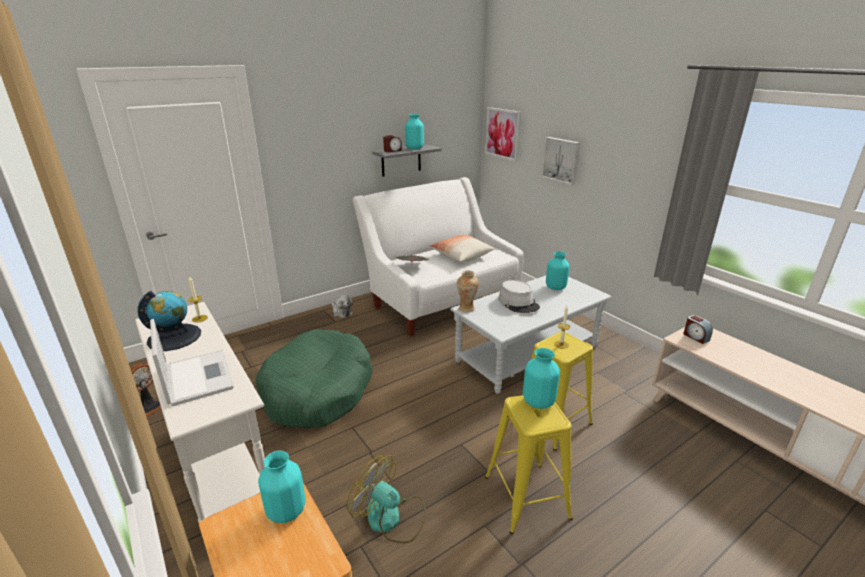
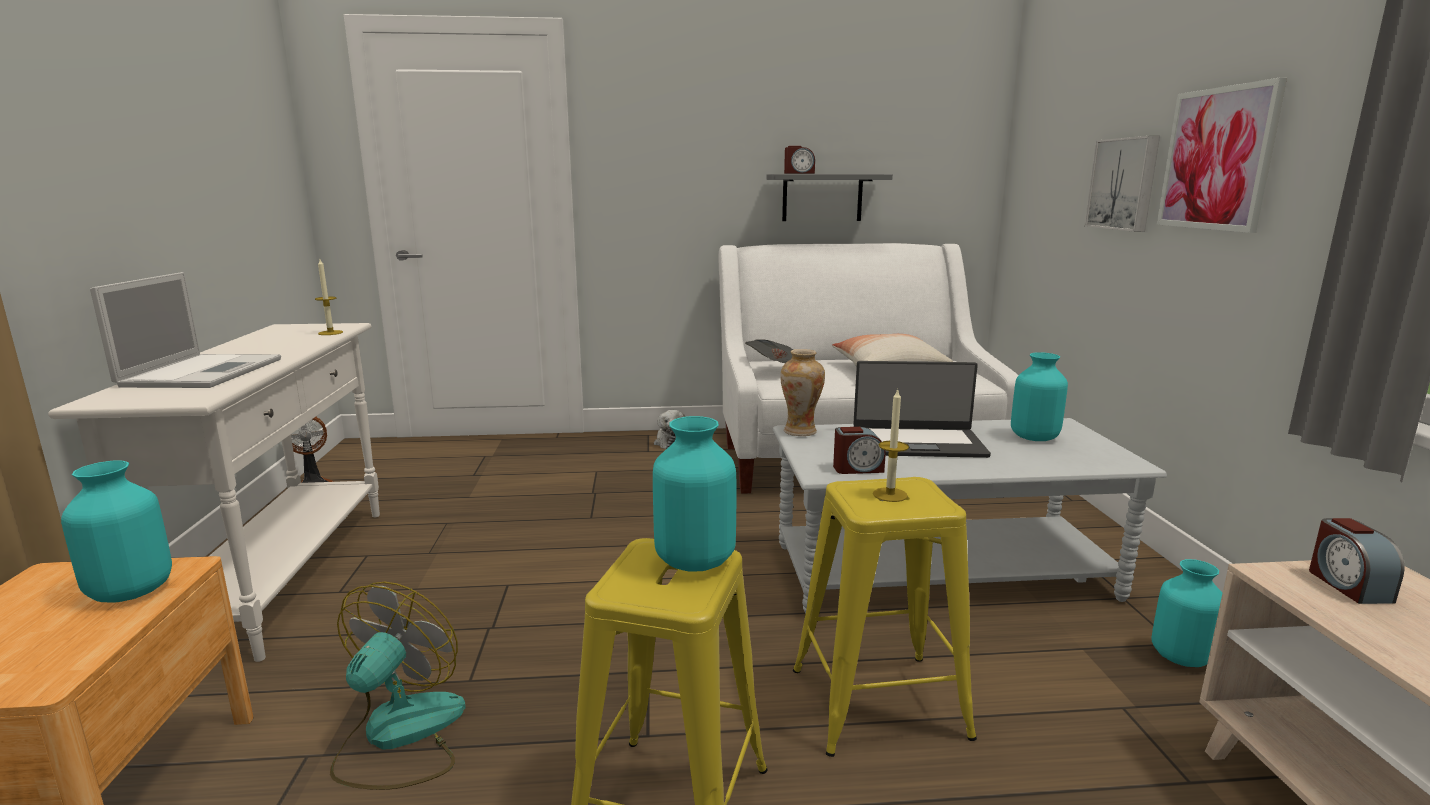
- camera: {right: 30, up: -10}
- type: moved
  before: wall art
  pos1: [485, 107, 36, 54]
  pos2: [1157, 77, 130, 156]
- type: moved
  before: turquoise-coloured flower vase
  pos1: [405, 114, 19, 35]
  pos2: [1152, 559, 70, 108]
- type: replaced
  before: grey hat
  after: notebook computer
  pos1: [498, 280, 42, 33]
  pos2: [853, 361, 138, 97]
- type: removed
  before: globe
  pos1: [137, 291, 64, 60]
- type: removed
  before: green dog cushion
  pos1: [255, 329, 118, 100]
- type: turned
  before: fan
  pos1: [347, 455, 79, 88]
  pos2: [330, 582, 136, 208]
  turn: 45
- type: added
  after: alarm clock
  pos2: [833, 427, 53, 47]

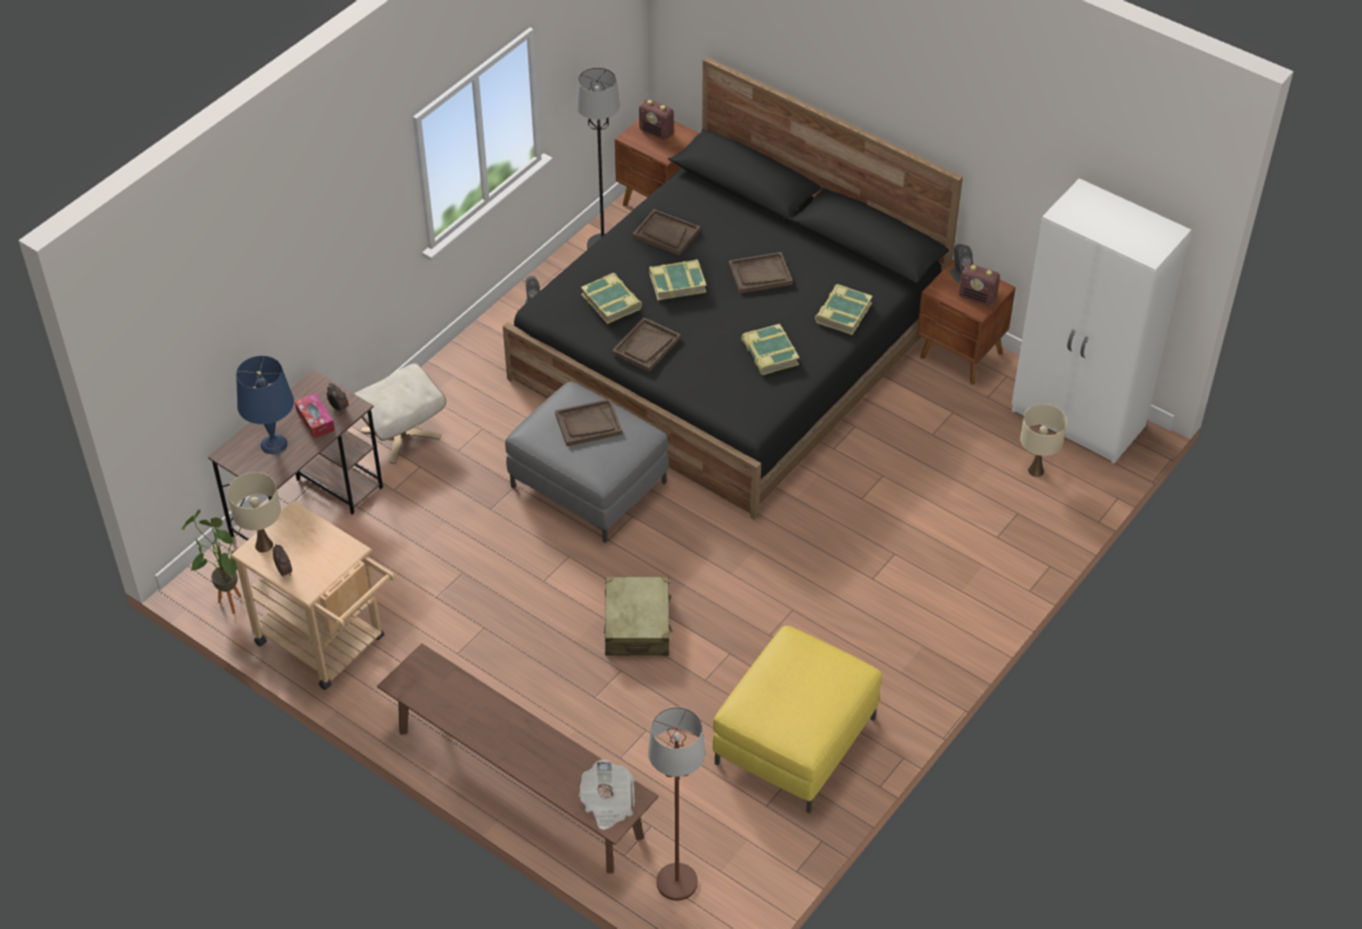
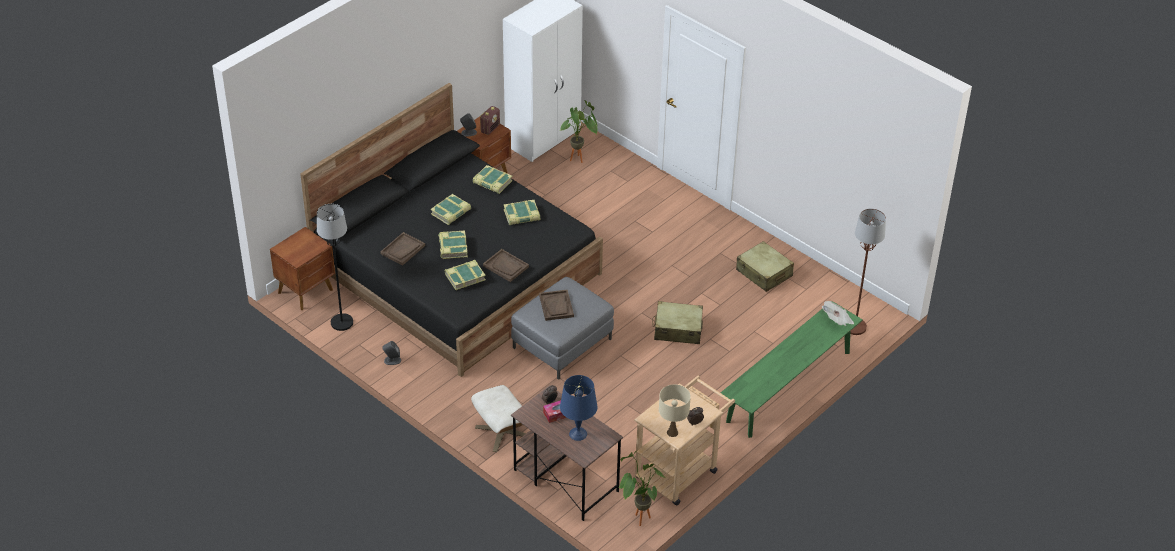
- camera: {right: -85, up: -5}
- type: removed
  before: radio receiver
  pos1: [639, 99, 35, 41]
- type: replaced
  before: brown-coloured serving tray
  after: book
  pos1: [729, 252, 64, 42]
  pos2: [430, 194, 41, 31]
- type: replaced
  before: beige lamp for a table
  after: plant in a pot
  pos1: [1020, 404, 47, 73]
  pos2: [560, 100, 38, 63]
- type: replaced
  before: yellowish pouffe
  after: beige travel case
  pos1: [713, 625, 169, 189]
  pos2: [736, 241, 58, 51]
- type: recoloured
  before: brown-coloured bench
  after: green bench
  pos1: [377, 643, 282, 230]
  pos2: [721, 301, 142, 137]

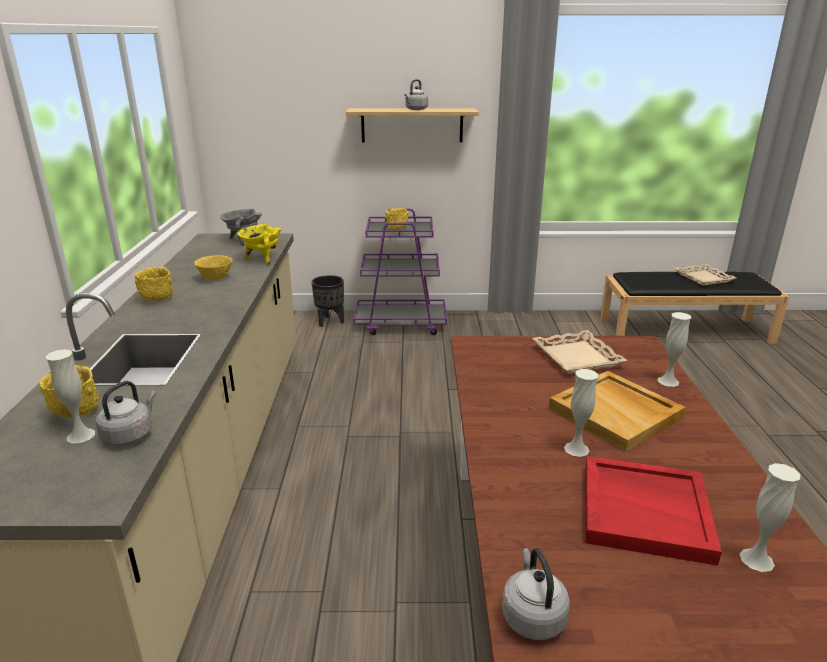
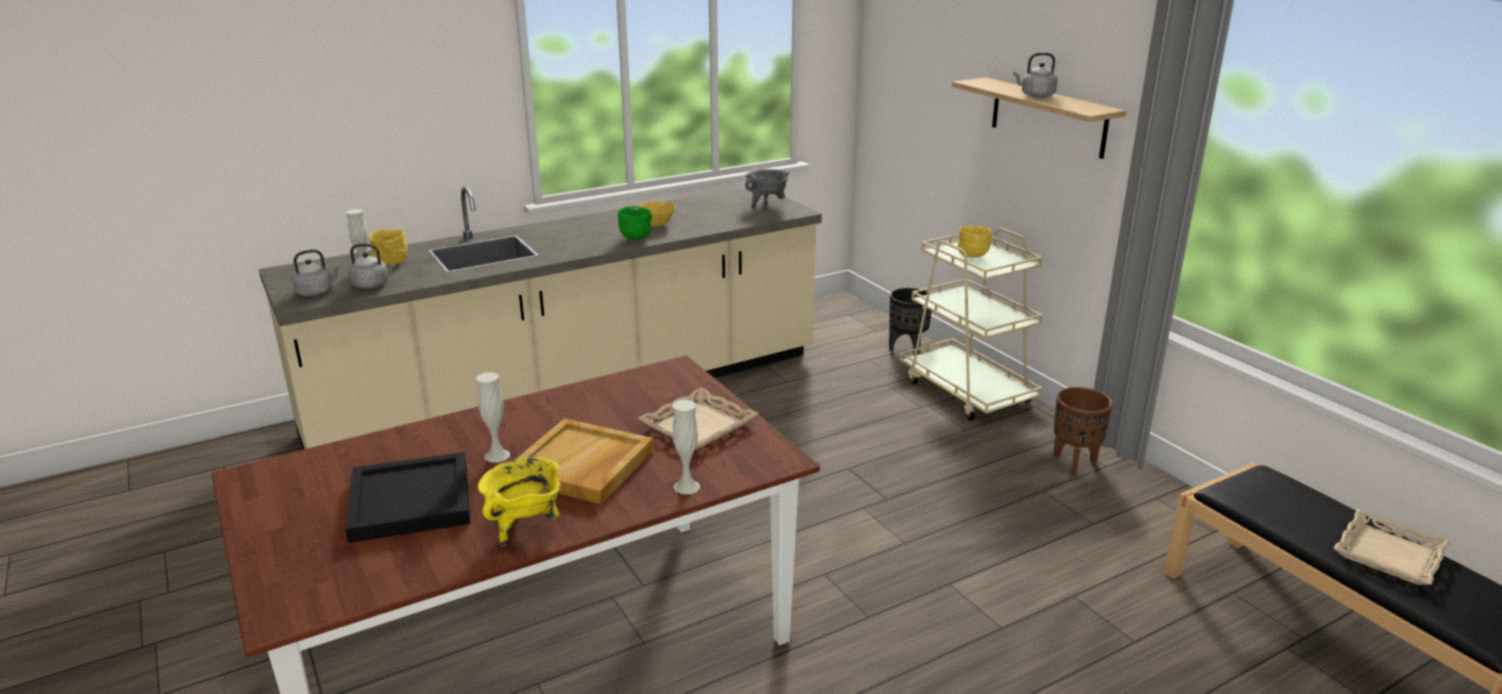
- camera: {right: 60, up: 0}
- type: recoloured
  before: purplish cart
  after: beige cart
  pos1: [354, 209, 93, 126]
  pos2: [900, 228, 143, 193]
- type: moved
  before: yellowish stockpot
  pos1: [237, 224, 45, 41]
  pos2: [478, 458, 83, 88]
- type: removed
  before: yellowish serving bowl
  pos1: [135, 266, 38, 35]
- type: recoloured
  before: red serving tray
  after: black serving tray
  pos1: [585, 456, 137, 110]
  pos2: [345, 452, 126, 91]
- type: removed
  before: white-coloured flower vase
  pos1: [739, 463, 61, 109]
- type: moved
  before: grey kettle
  pos1: [502, 548, 68, 92]
  pos2: [292, 249, 49, 47]
- type: added
  after: green serving bowl
  pos2: [618, 206, 34, 34]
- type: added
  after: brown-coloured planter
  pos2: [1053, 387, 60, 89]

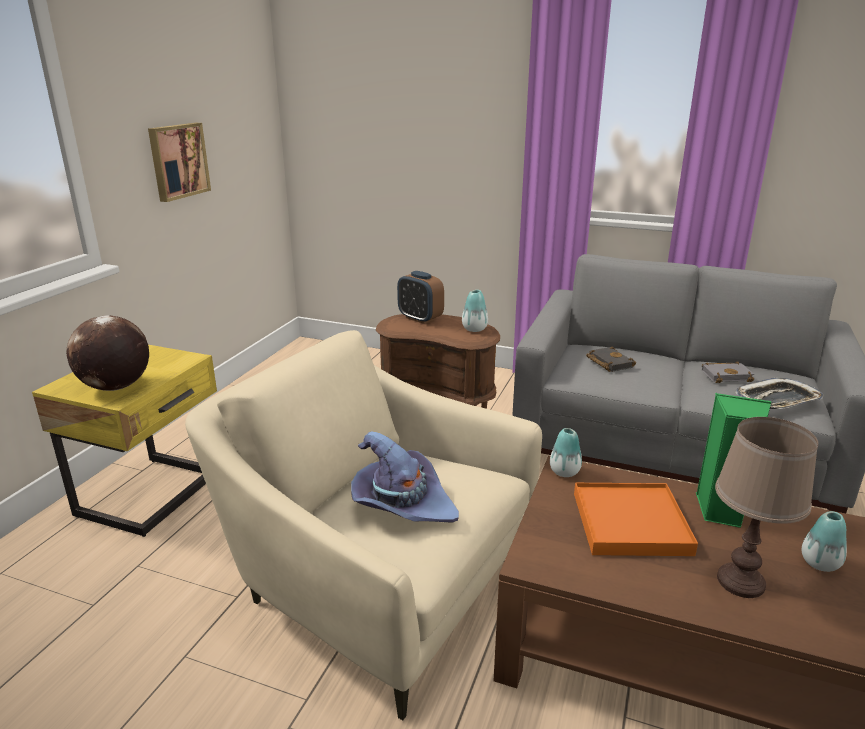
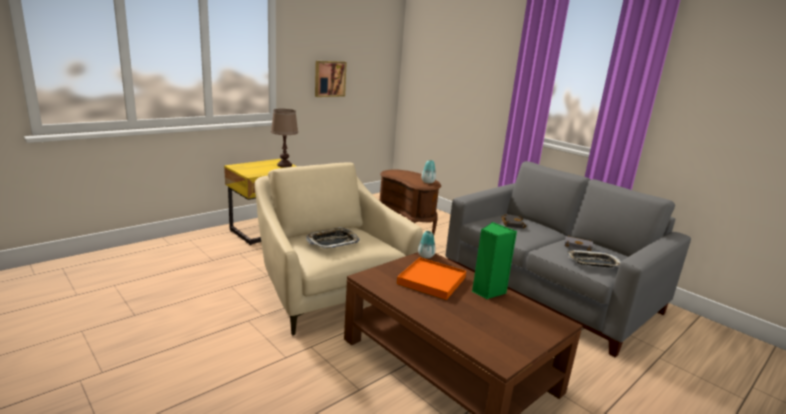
- camera: {right: 25, up: -5}
- type: removed
  before: alarm clock
  pos1: [397, 271, 47, 53]
- type: removed
  before: globe
  pos1: [66, 315, 83, 76]
- type: moved
  before: brown-coloured lamp for a table
  pos1: [715, 417, 103, 181]
  pos2: [271, 109, 27, 58]
- type: replaced
  before: purplish hat
  after: serving tray
  pos1: [351, 432, 108, 91]
  pos2: [306, 227, 54, 22]
- type: removed
  before: flower vase
  pos1: [802, 511, 45, 61]

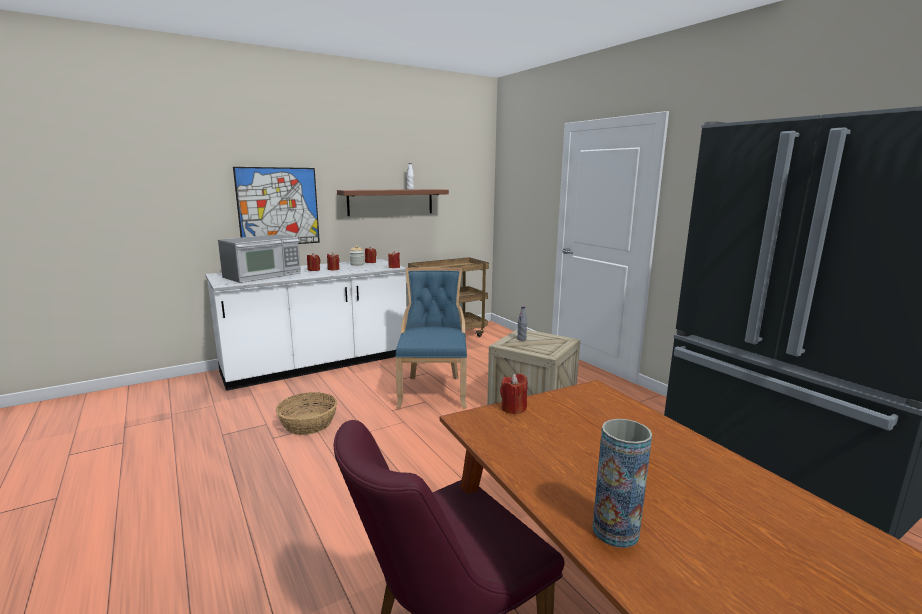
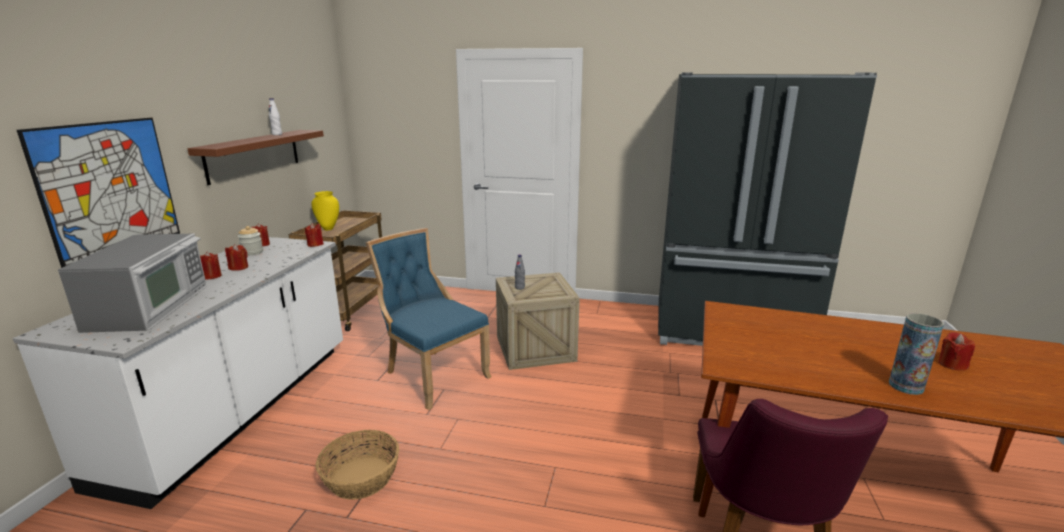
- camera: {right: -45, up: 5}
- type: moved
  before: red wax candle
  pos1: [500, 373, 27, 41]
  pos2: [939, 332, 36, 39]
- type: added
  after: yellowish flower vase
  pos2: [312, 191, 27, 40]

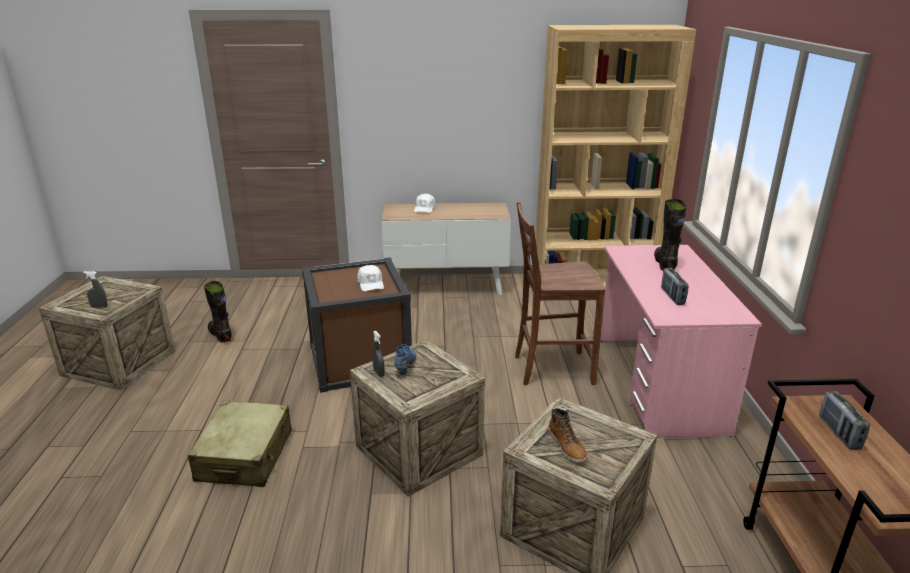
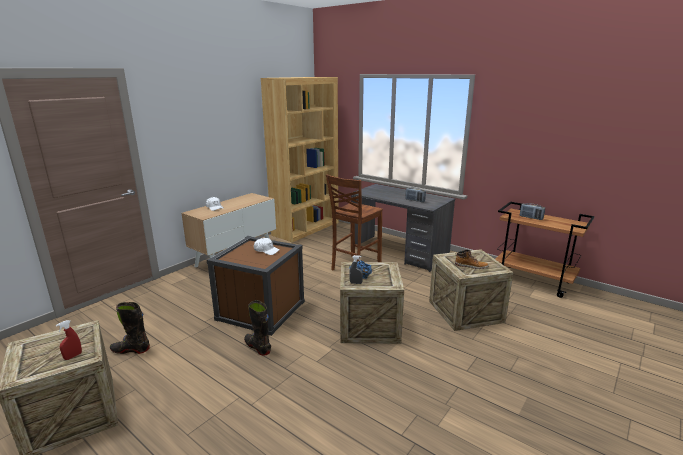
- camera: {right: -50, up: -5}
- type: moved
  before: black tall boot
  pos1: [654, 199, 32, 72]
  pos2: [244, 300, 27, 56]
- type: recoloured
  before: pink-coloured desk
  after: grey desk
  pos1: [600, 245, 162, 193]
  pos2: [351, 184, 104, 88]
- type: recoloured
  before: grey spray bottle
  after: red spray bottle
  pos1: [83, 271, 25, 37]
  pos2: [56, 320, 26, 40]
- type: removed
  before: beige travel case
  pos1: [188, 401, 104, 86]

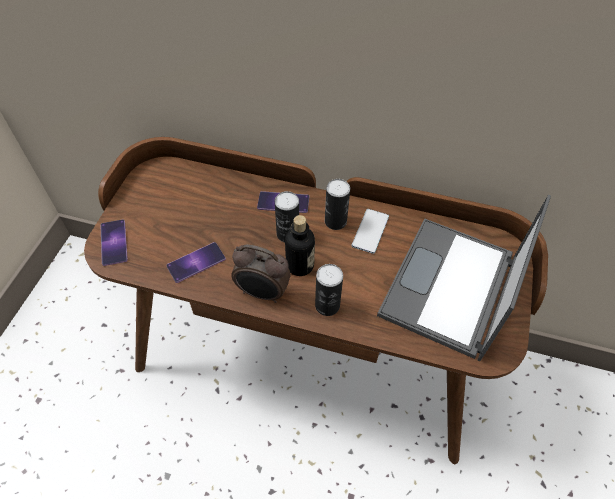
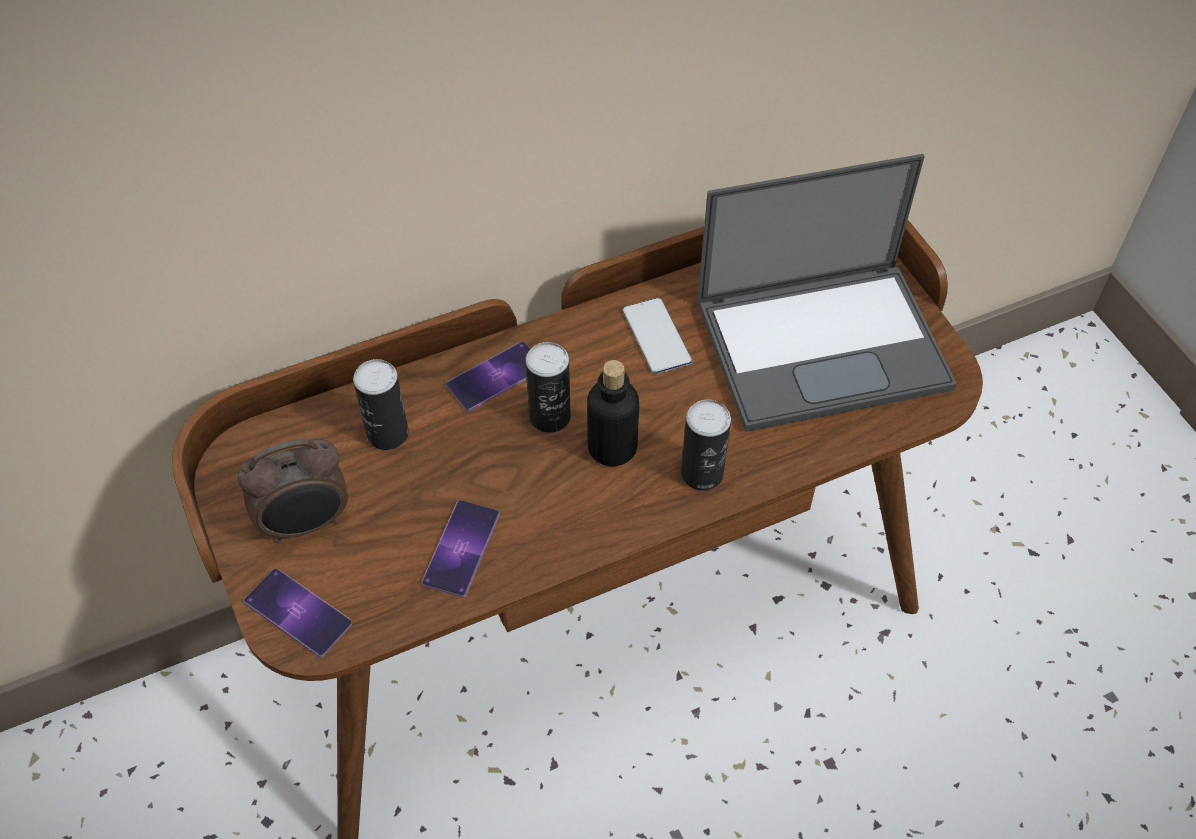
- camera: {right: -40, up: 0}
- type: moved
  before: sealed can
  pos1: [325, 179, 25, 51]
  pos2: [353, 359, 56, 91]
- type: turned
  before: notebook computer
  pos1: [377, 195, 174, 166]
  pos2: [697, 154, 260, 278]
  turn: -90
- type: moved
  before: alarm clock
  pos1: [231, 244, 60, 59]
  pos2: [238, 438, 110, 105]

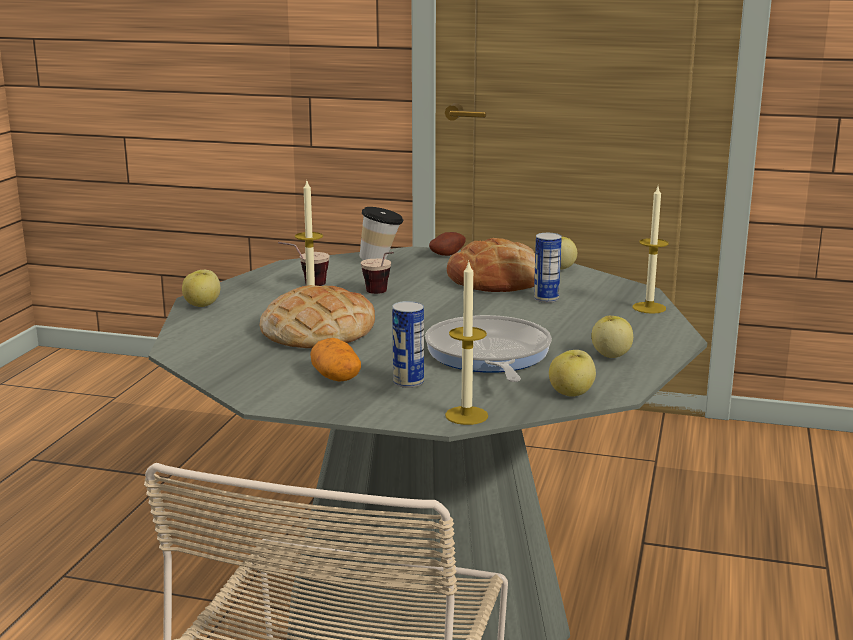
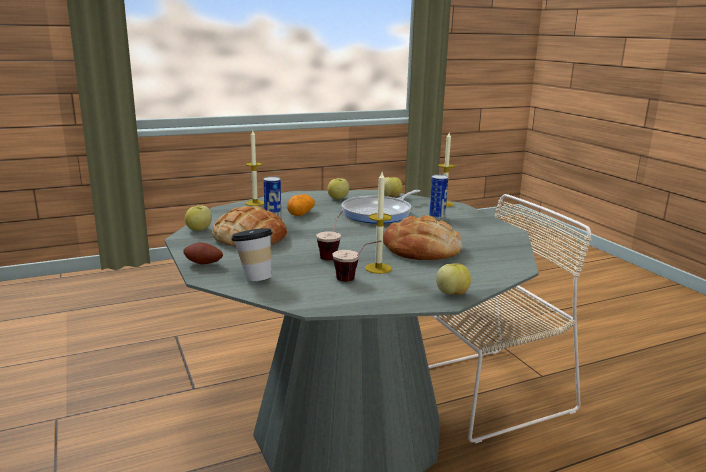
- camera: {right: -130, up: 0}
- type: moved
  before: whole potato
  pos1: [310, 338, 51, 44]
  pos2: [287, 194, 28, 22]

